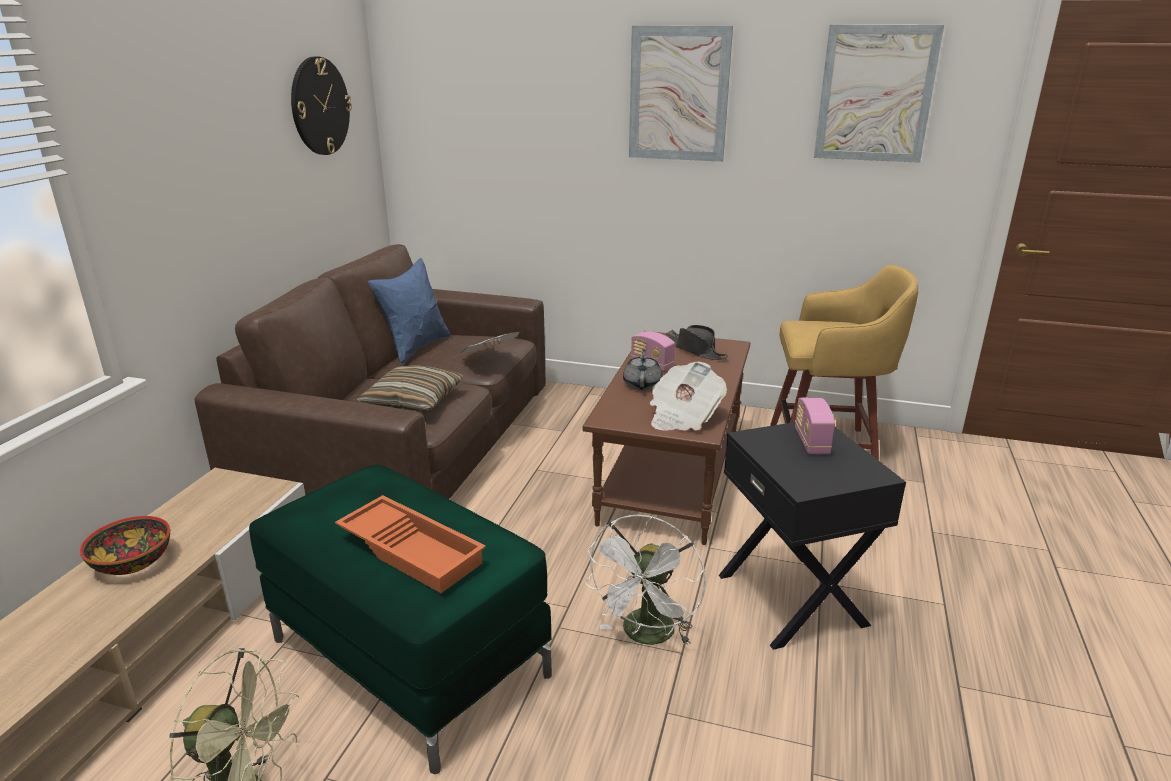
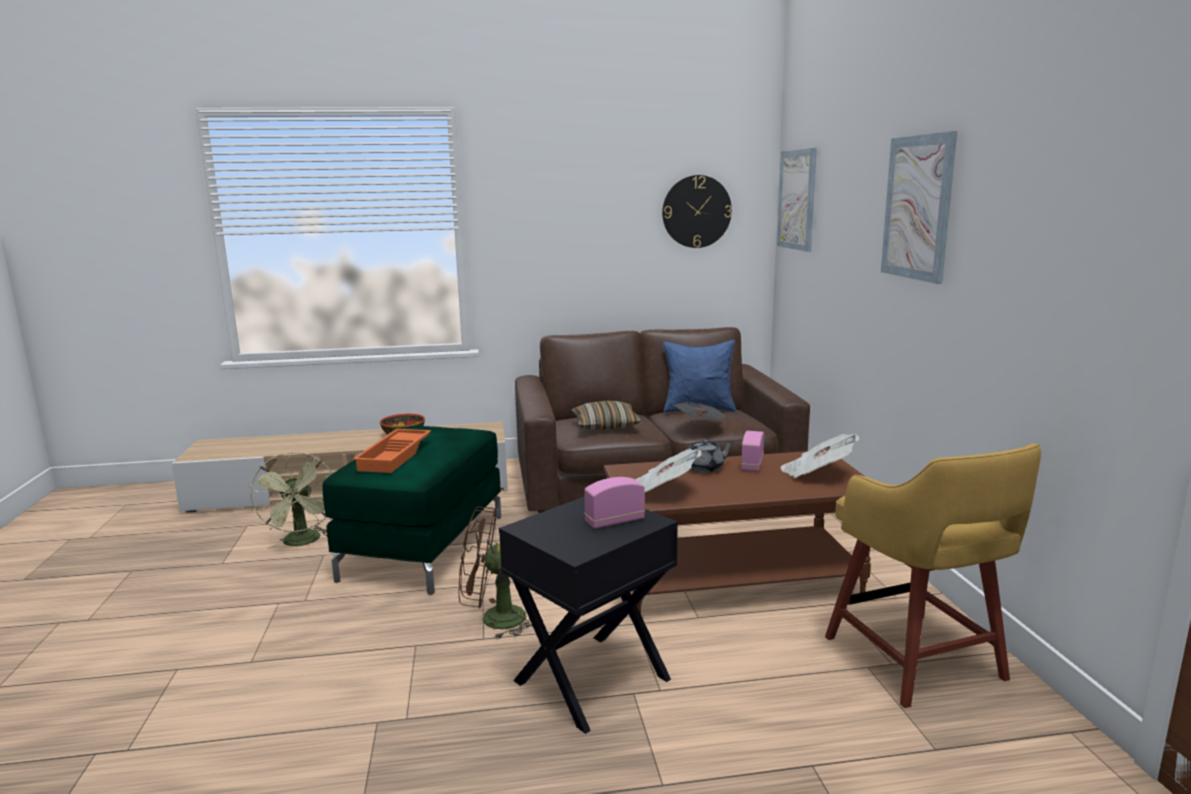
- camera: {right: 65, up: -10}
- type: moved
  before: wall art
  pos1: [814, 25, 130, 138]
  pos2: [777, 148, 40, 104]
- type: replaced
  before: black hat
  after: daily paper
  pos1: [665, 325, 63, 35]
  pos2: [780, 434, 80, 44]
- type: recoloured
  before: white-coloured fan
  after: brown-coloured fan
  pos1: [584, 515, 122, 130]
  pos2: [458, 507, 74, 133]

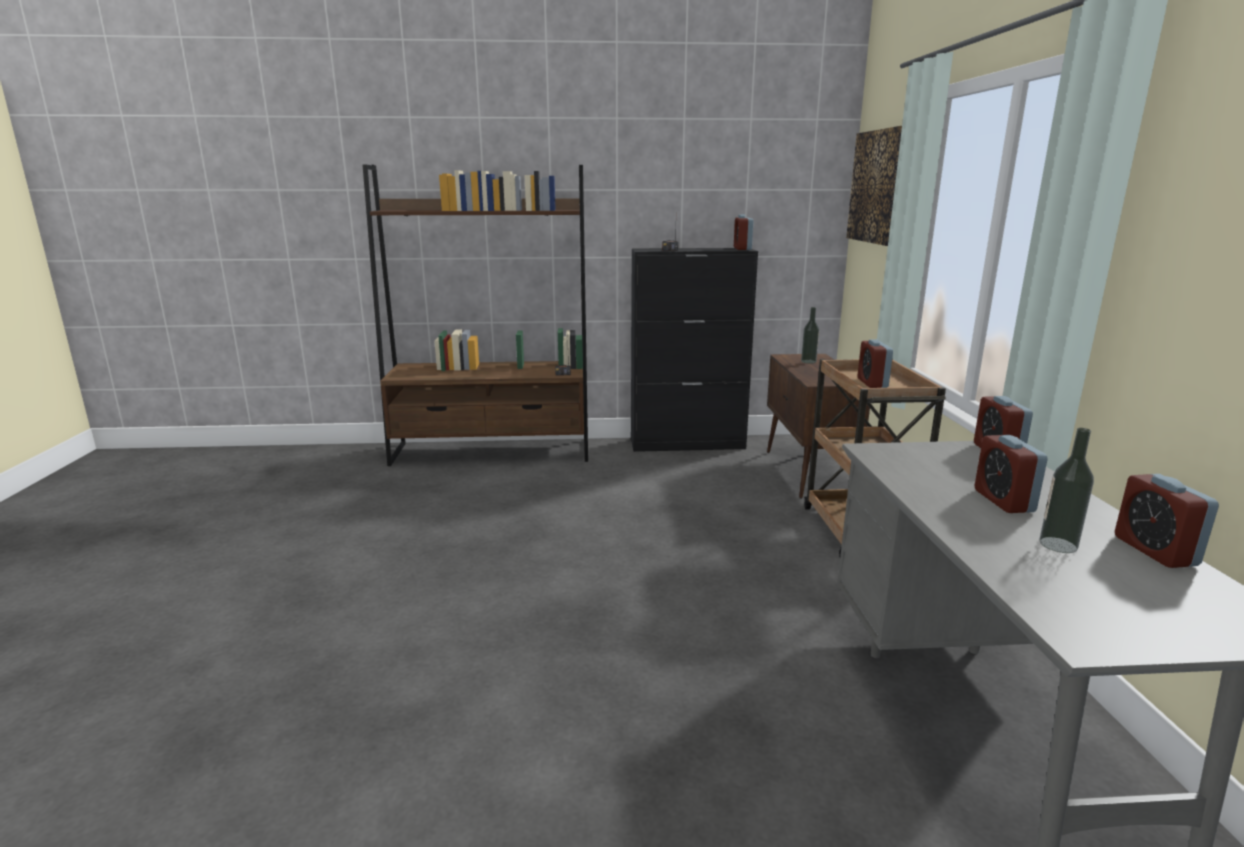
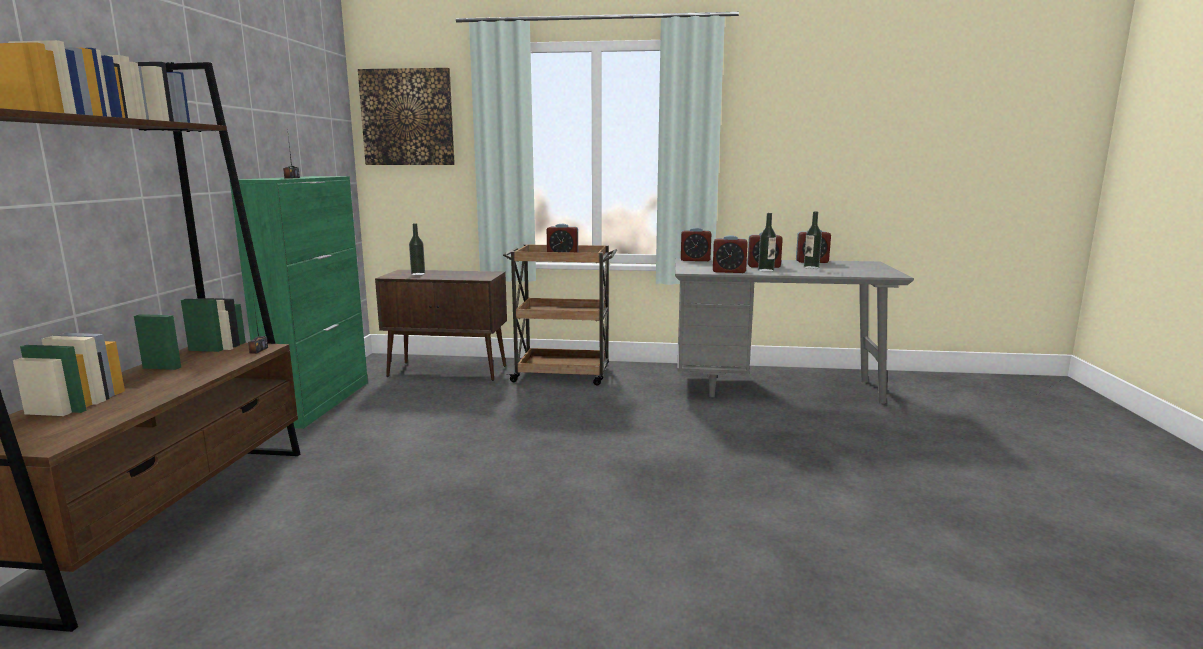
- camera: {right: -80, up: -5}
- type: moved
  before: alarm clock
  pos1: [734, 214, 19, 36]
  pos2: [713, 235, 35, 38]
- type: recoloured
  before: black storage cabinet
  after: green storage cabinet
  pos1: [631, 248, 127, 204]
  pos2: [230, 176, 138, 253]
- type: added
  after: beverage bottle
  pos2: [758, 213, 18, 59]

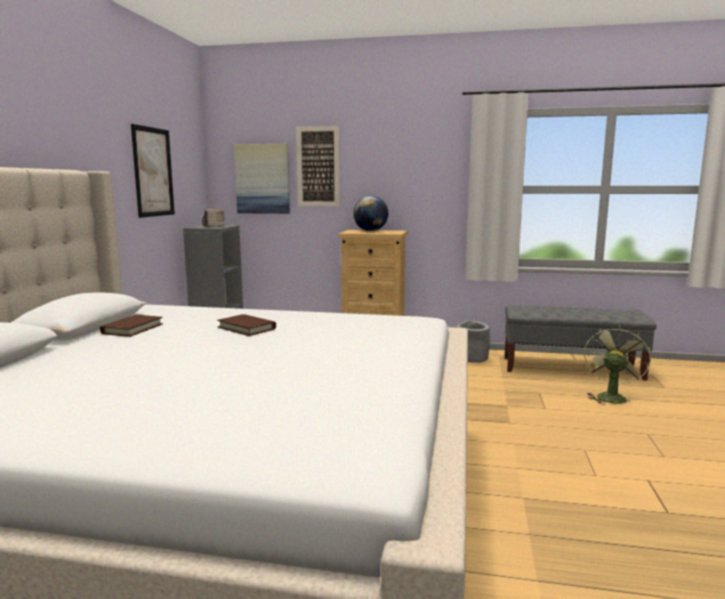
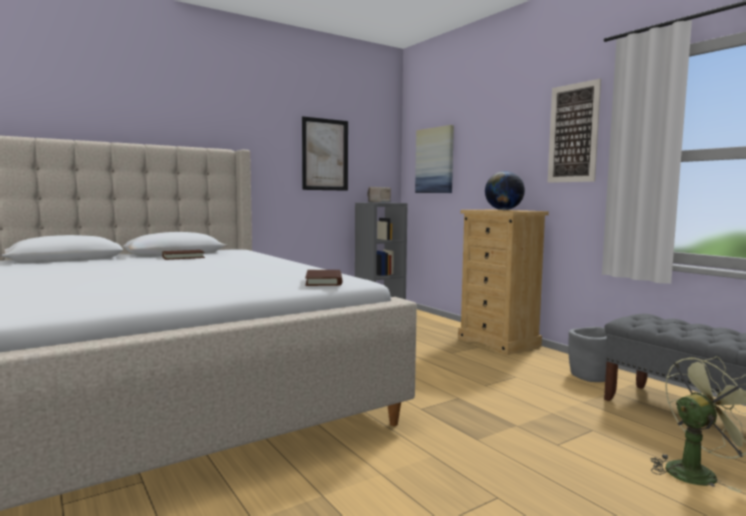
- camera: {right: 45, up: -5}
- type: moved
  before: wall art
  pos1: [296, 126, 44, 80]
  pos2: [548, 79, 53, 104]
- type: moved
  before: brown-coloured book
  pos1: [217, 314, 59, 22]
  pos2: [305, 270, 38, 16]

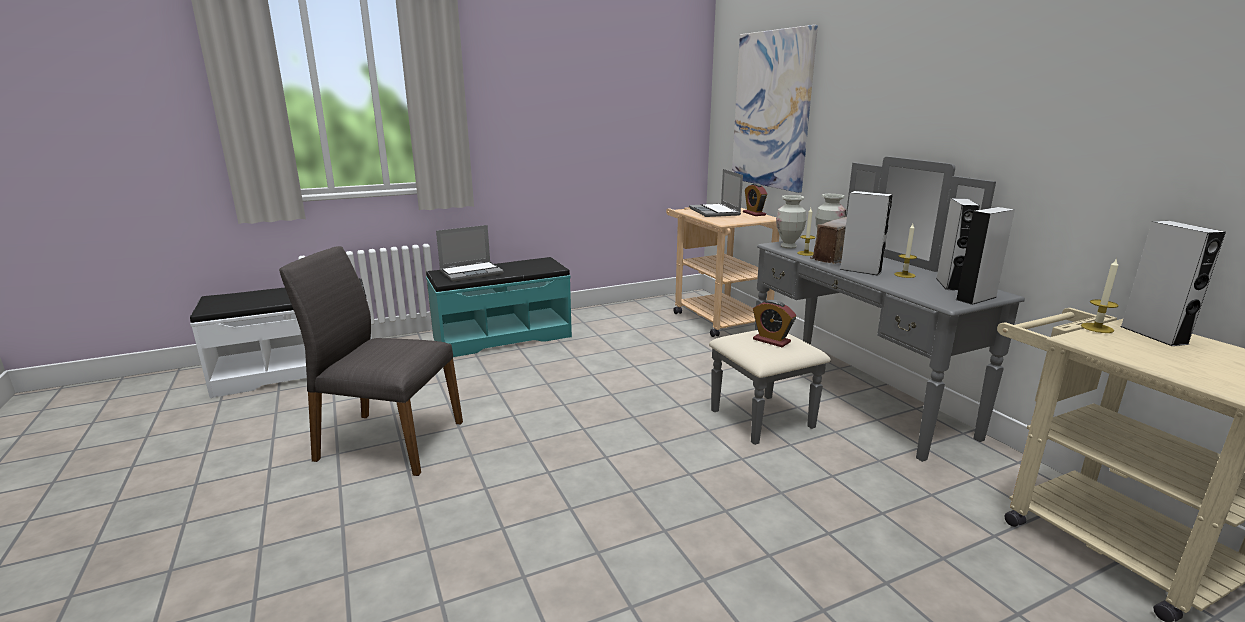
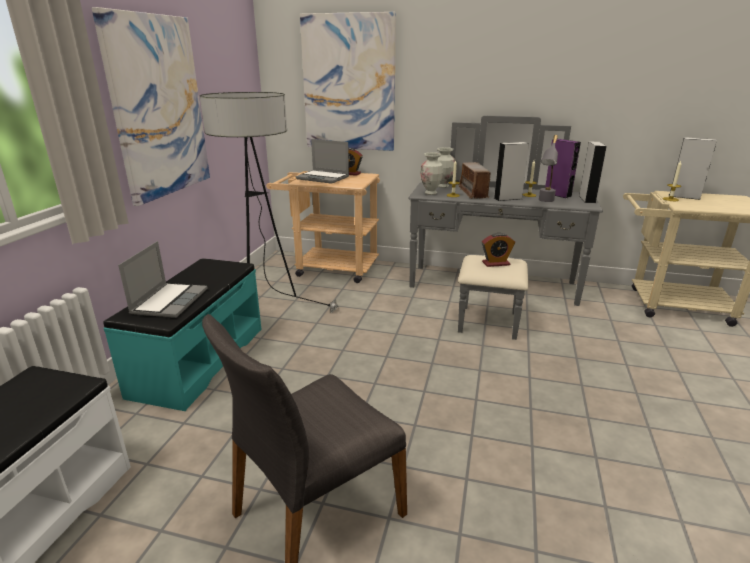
- camera: {right: -50, up: 5}
- type: recoloured
  before: grey speaker
  after: purplish speaker
  pos1: [936, 198, 44, 93]
  pos2: [545, 139, 36, 59]
- type: added
  after: wall art
  pos2: [92, 7, 118, 199]
- type: added
  after: standard lamp
  pos2: [200, 92, 140, 221]
- type: added
  after: grey lamp for a table
  pos2: [539, 135, 19, 67]

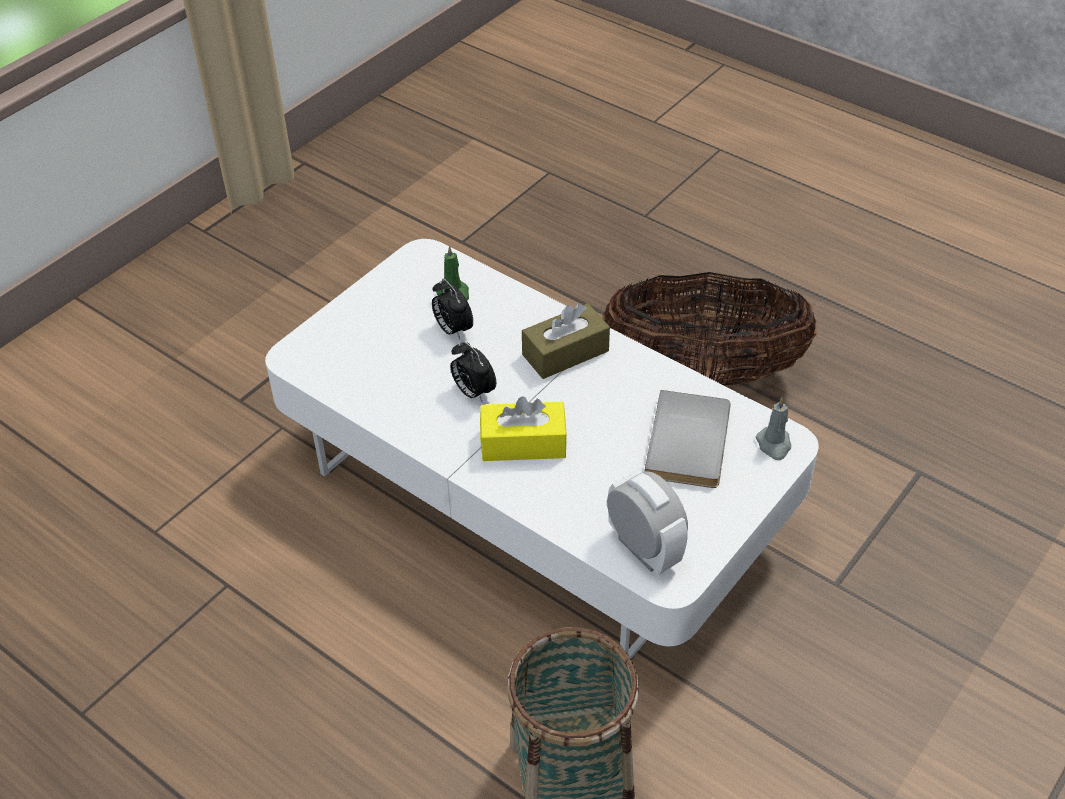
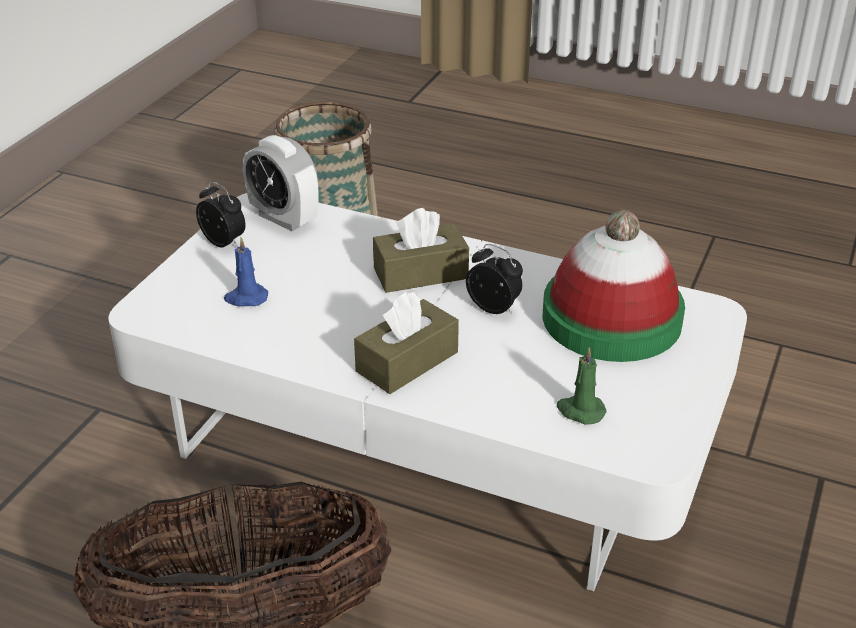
- camera: {right: 165, up: -10}
- type: moved
  before: alarm clock
  pos1: [432, 279, 41, 61]
  pos2: [196, 181, 50, 67]
- type: replaced
  before: grey book
  after: blue-coloured wax candle
  pos1: [644, 390, 87, 98]
  pos2: [224, 237, 44, 70]
- type: recoloured
  before: yellowish tissue box
  after: brown-coloured tissue box
  pos1: [480, 396, 87, 65]
  pos2: [373, 208, 96, 85]
- type: removed
  before: grey wax candle
  pos1: [755, 397, 36, 63]
- type: added
  after: hat
  pos2: [543, 210, 142, 152]

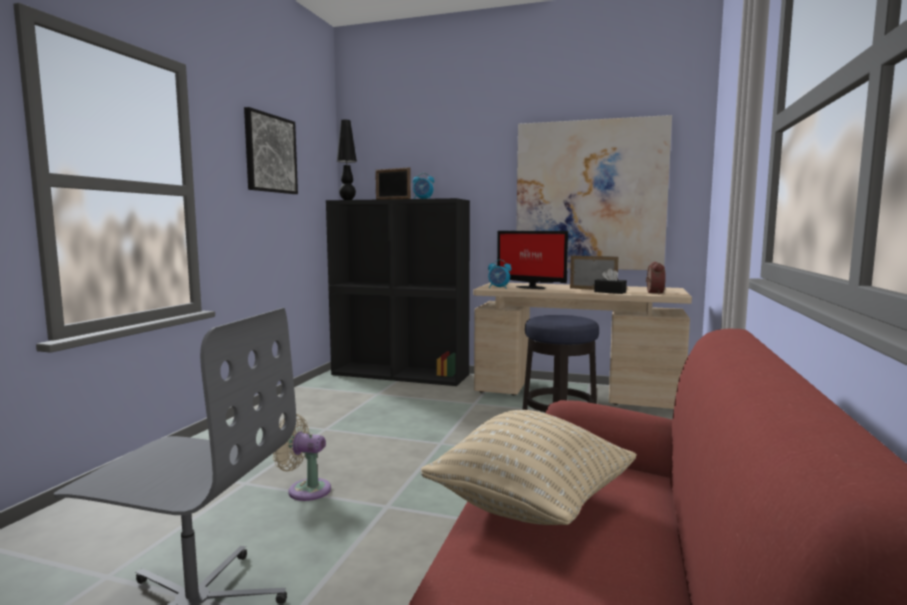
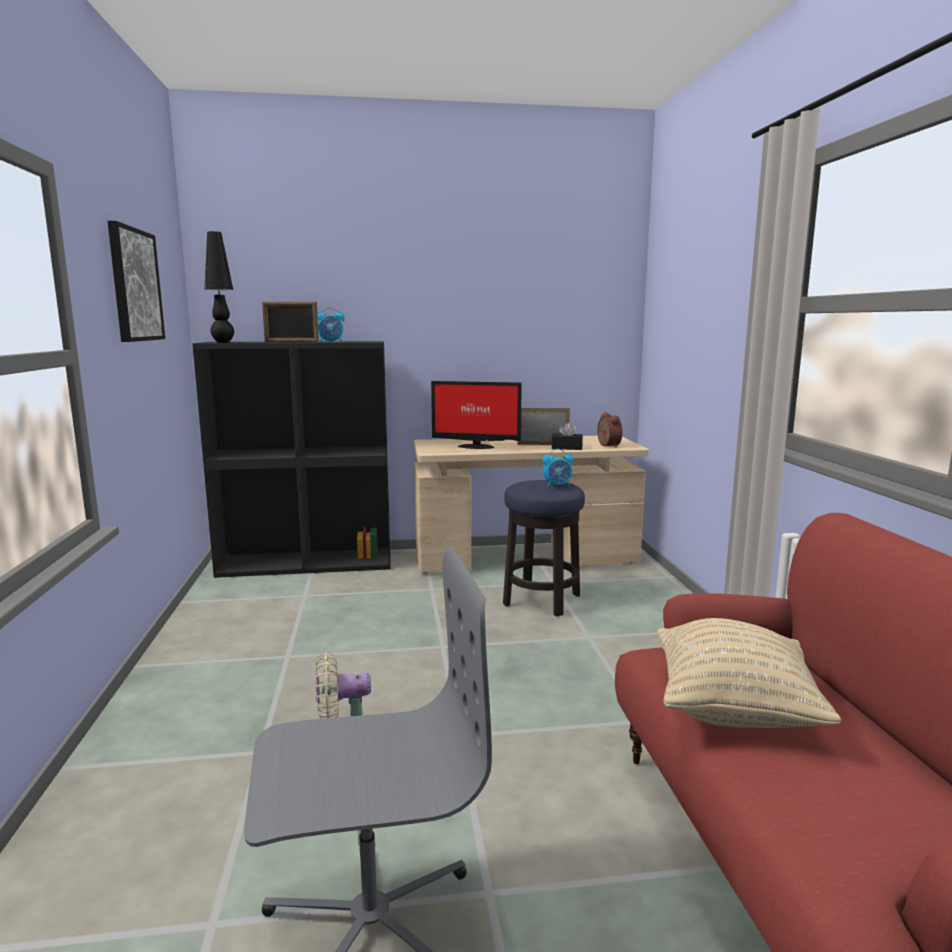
- camera: {right: -25, up: 5}
- type: removed
  before: wall art
  pos1: [516, 115, 156, 155]
- type: moved
  before: alarm clock
  pos1: [488, 260, 23, 29]
  pos2: [542, 449, 32, 39]

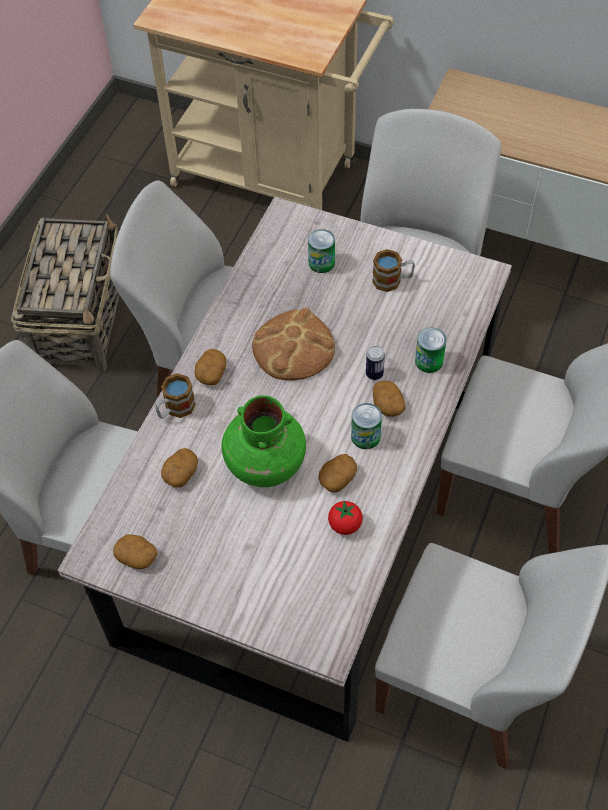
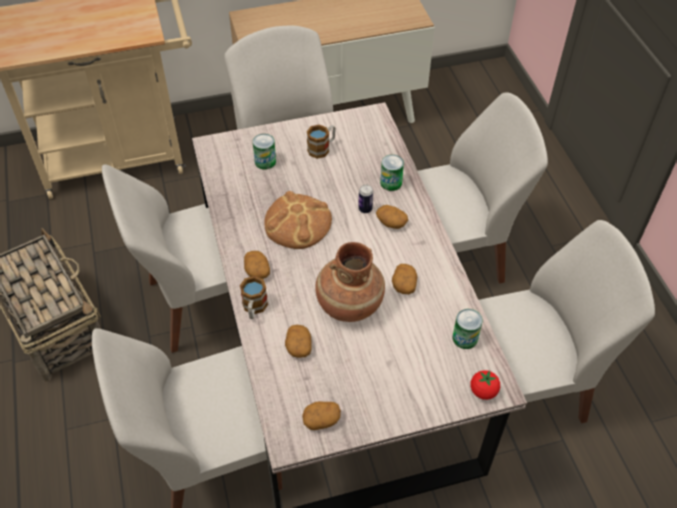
- camera: {right: -40, up: -5}
- type: recoloured
  before: green flower vase
  after: brown-coloured flower vase
  pos1: [221, 395, 85, 92]
  pos2: [316, 242, 69, 80]
- type: moved
  before: sealed can
  pos1: [351, 403, 31, 46]
  pos2: [453, 309, 30, 40]
- type: moved
  before: fresh tomato
  pos1: [328, 501, 35, 34]
  pos2: [471, 370, 29, 30]

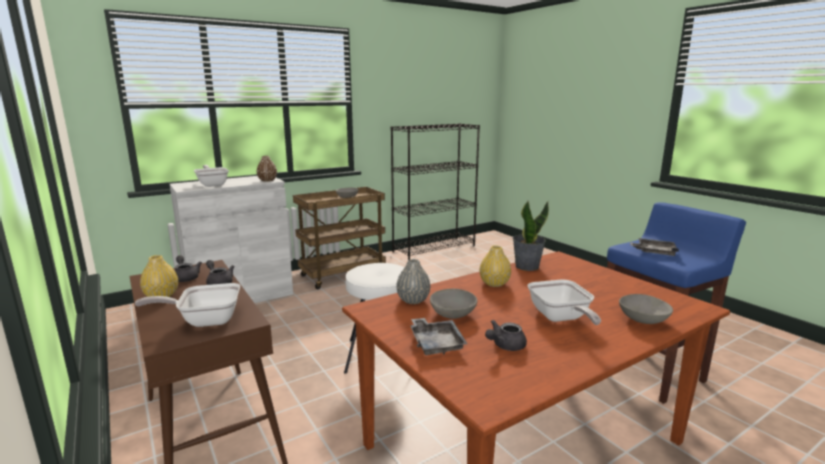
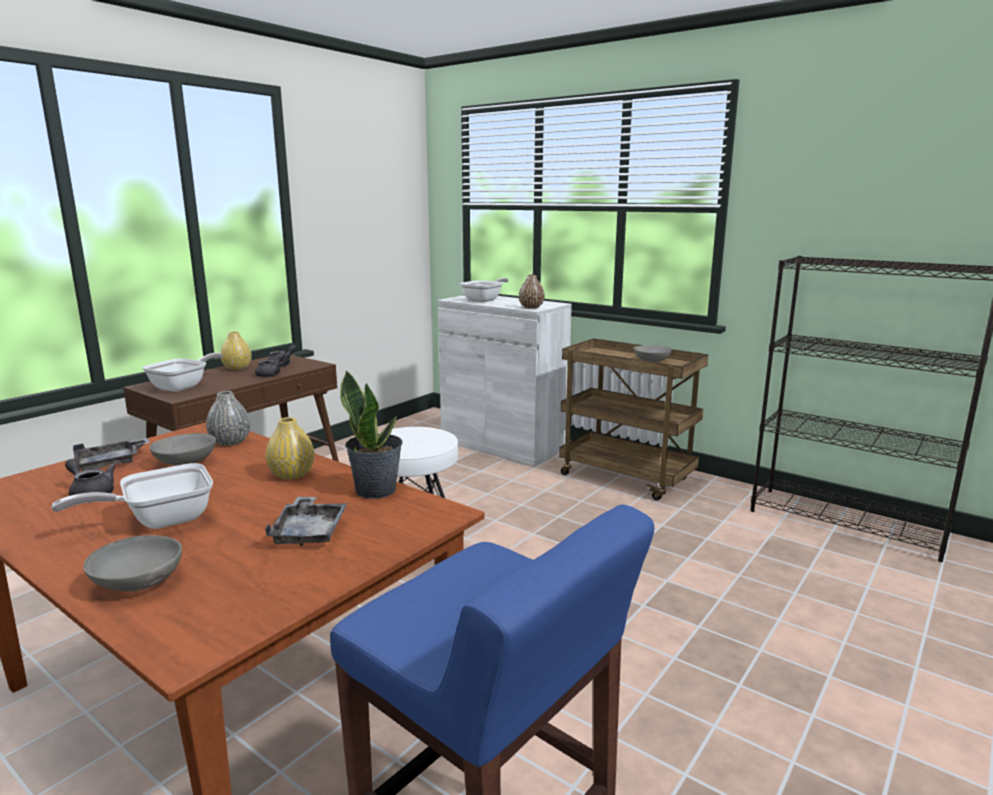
- camera: {right: 70, up: 0}
- type: moved
  before: grey serving tray
  pos1: [630, 238, 49, 18]
  pos2: [265, 496, 82, 50]
- type: turned
  before: skillet
  pos1: [135, 283, 105, 44]
  pos2: [142, 353, 81, 39]
  turn: 60

